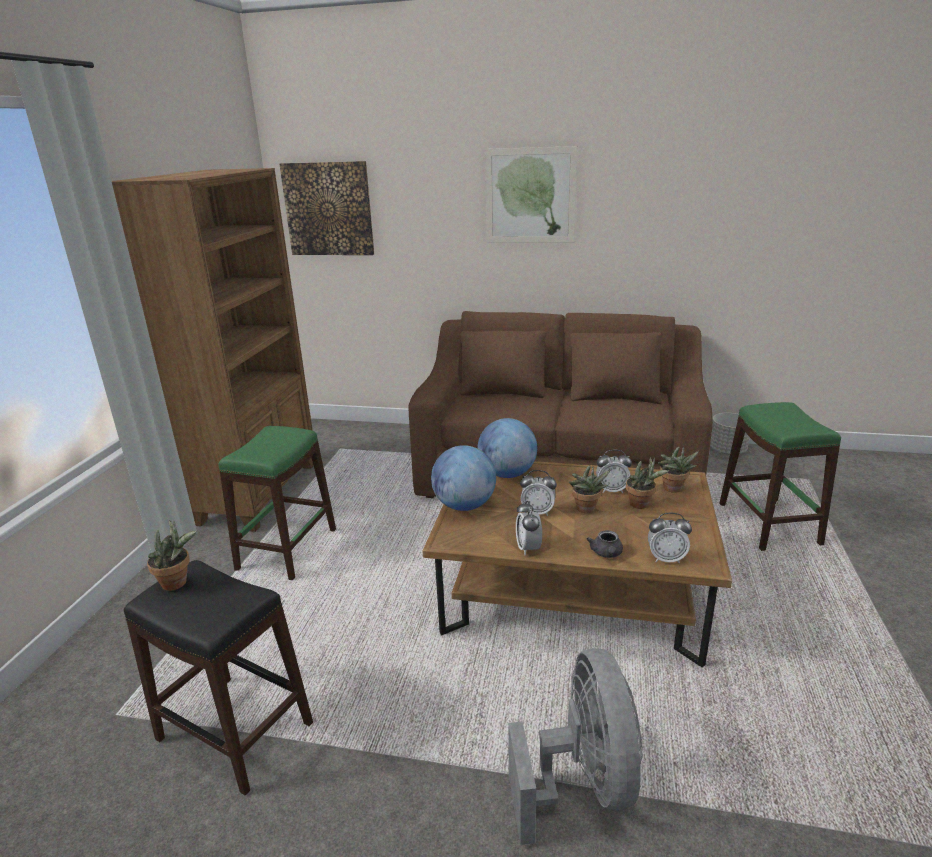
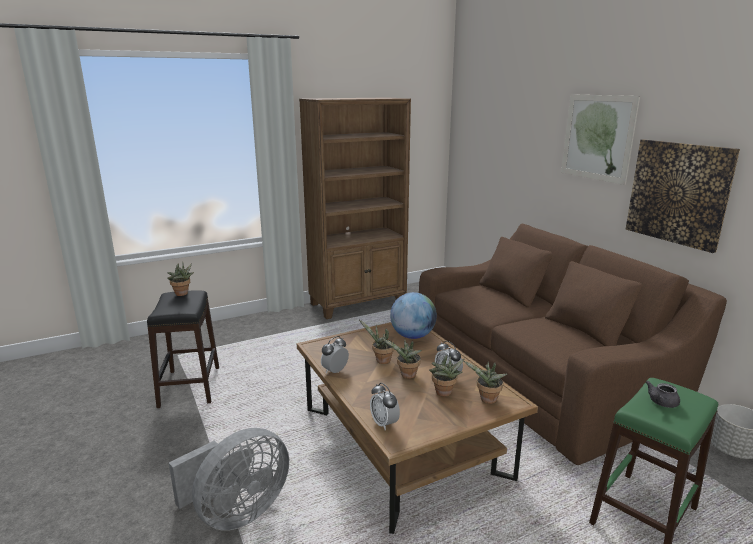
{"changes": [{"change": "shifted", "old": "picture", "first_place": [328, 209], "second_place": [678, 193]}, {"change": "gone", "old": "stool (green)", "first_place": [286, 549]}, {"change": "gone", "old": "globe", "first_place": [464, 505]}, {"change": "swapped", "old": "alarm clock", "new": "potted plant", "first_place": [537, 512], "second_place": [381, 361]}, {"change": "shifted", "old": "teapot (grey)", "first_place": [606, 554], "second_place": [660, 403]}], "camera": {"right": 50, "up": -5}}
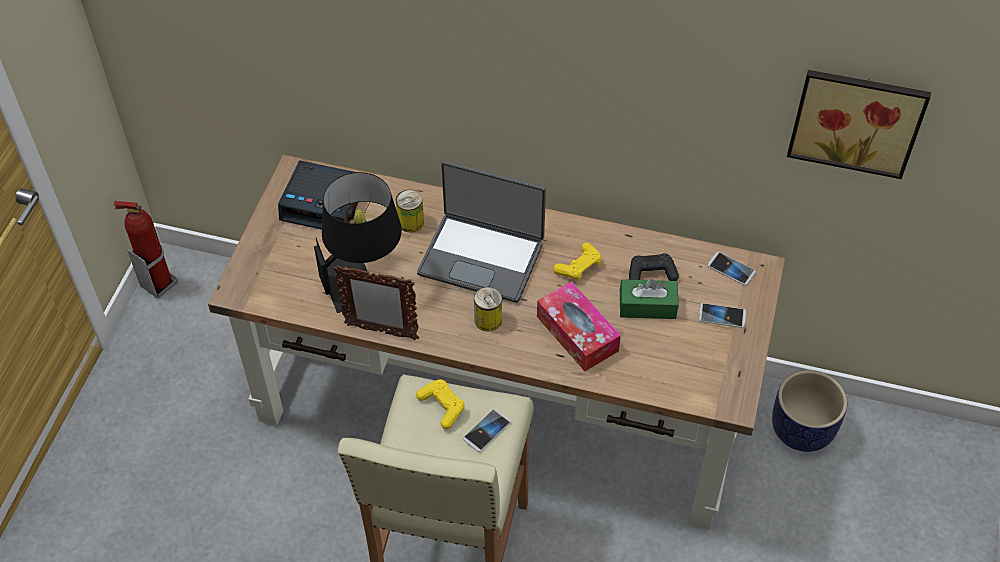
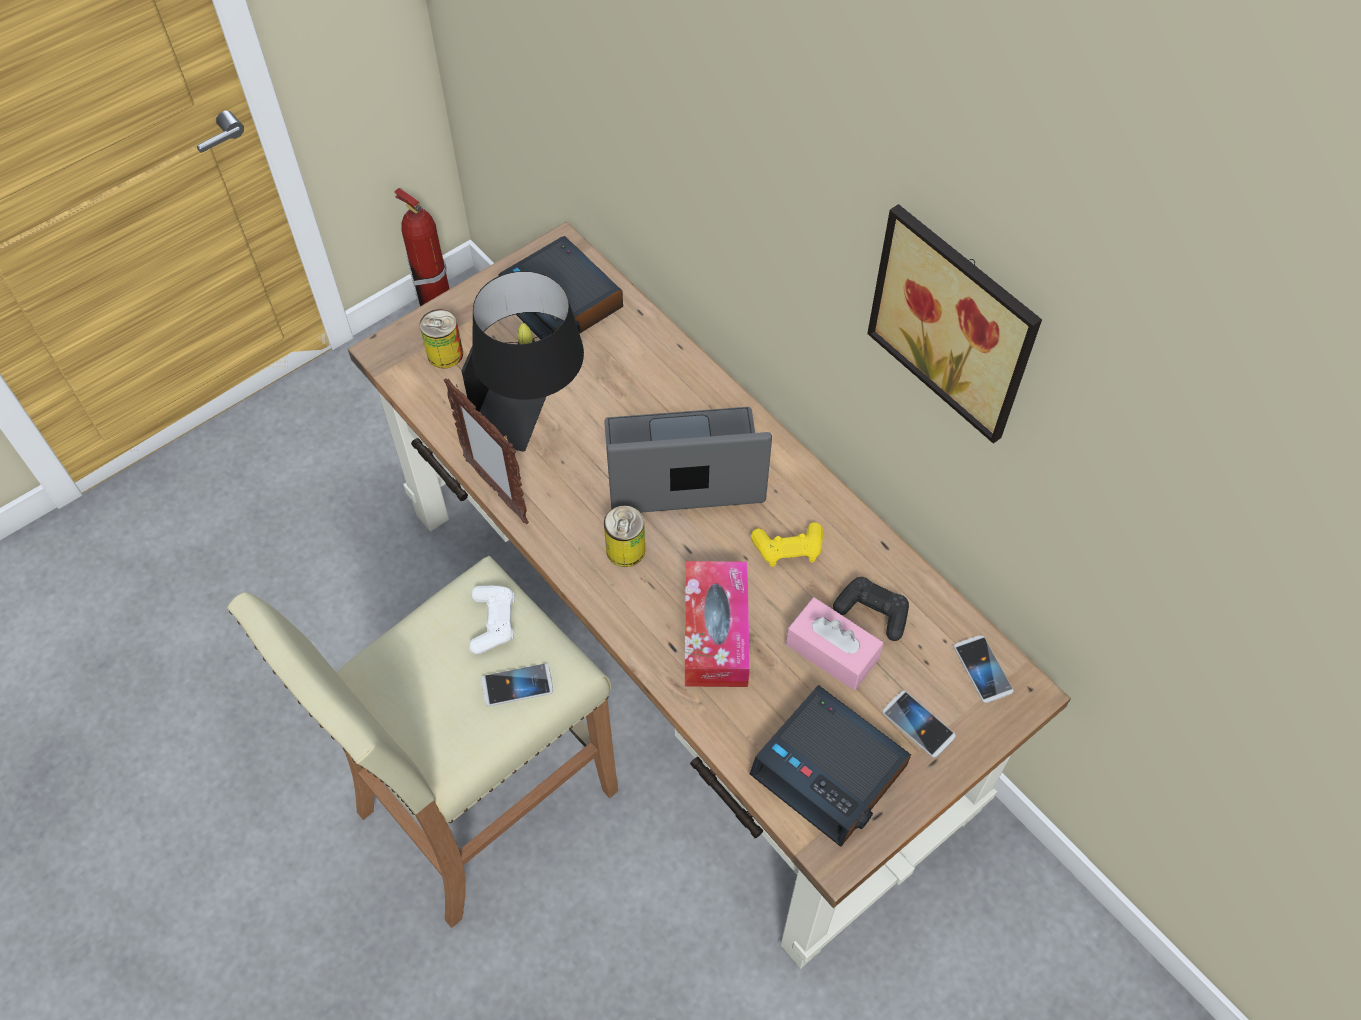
{"changes": [{"change": "shifted", "old": "picture", "first_place": [856, 119], "second_place": [957, 320]}, {"change": "rotated", "old": "laptop", "first_place": [482, 257], "second_place": [683, 468], "degrees": 120}, {"change": "shifted", "old": "can", "first_place": [411, 222], "second_place": [445, 354]}, {"change": "repainted", "old": "tissue box (green)", "new": "tissue box (pink)", "first_place": [647, 306], "second_place": [832, 651]}, {"change": "gone", "old": "planter", "first_place": [801, 429]}, {"change": "repainted", "old": "game controller (yellow)", "new": "game controller (white)", "first_place": [442, 406], "second_place": [493, 622]}, {"change": "new", "new": "alarm clock", "second_place": [830, 770]}], "camera": {"right": 35, "up": 5}}
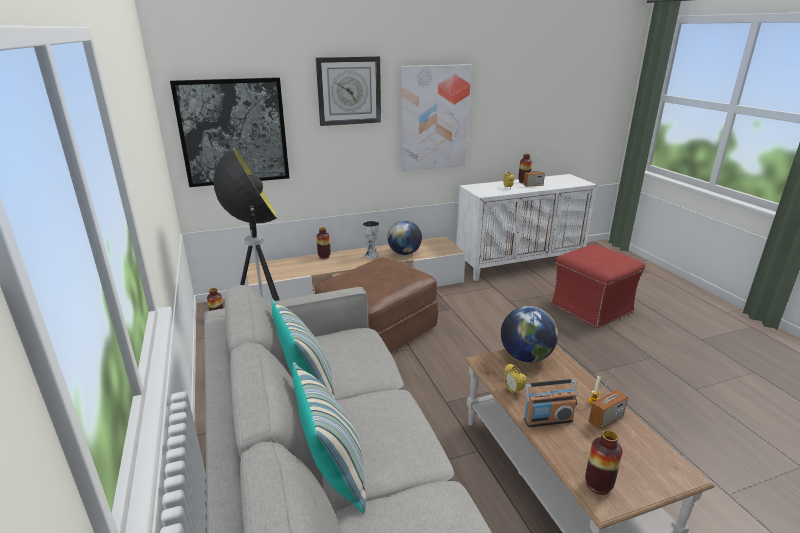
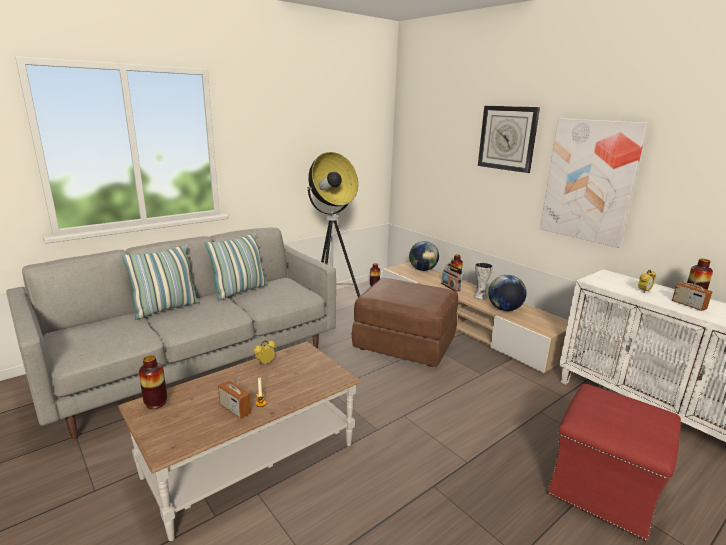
{"changes": [{"change": "gone", "old": "picture", "first_place": [233, 132]}, {"change": "shifted", "old": "globe", "first_place": [526, 357], "second_place": [423, 270]}, {"change": "shifted", "old": "radio", "first_place": [547, 420], "second_place": [451, 287]}], "camera": {"right": 70, "up": -5}}
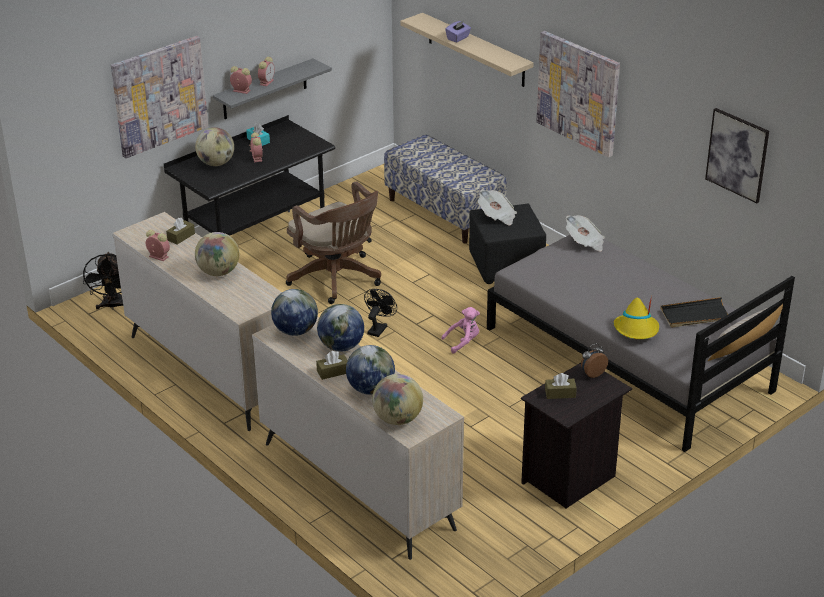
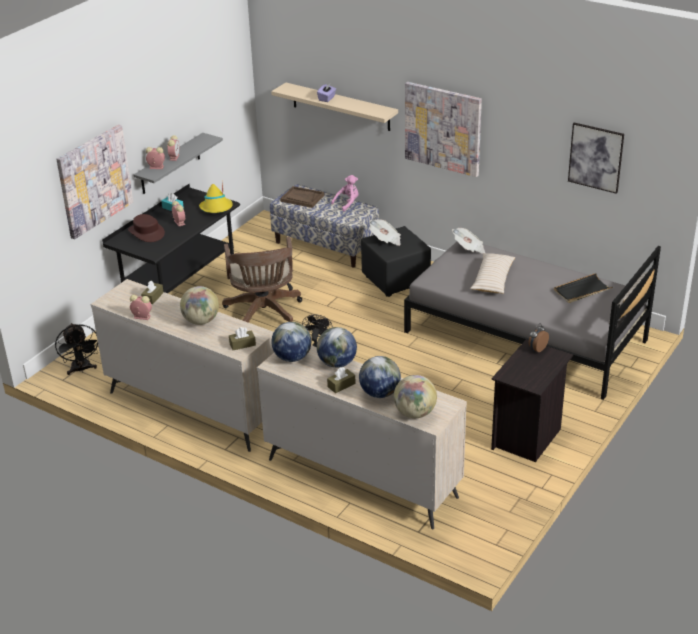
{"changes": [{"change": "swapped", "old": "globe", "new": "hat (brown)", "first_place": [216, 163], "second_place": [146, 232]}, {"change": "rotated", "old": "office chair (brown)", "first_place": [337, 279], "second_place": [264, 314], "degrees": 45}, {"change": "shifted", "old": "hat (yellow)", "first_place": [636, 330], "second_place": [216, 208]}, {"change": "shifted", "old": "plush toy (pink)", "first_place": [463, 342], "second_place": [347, 203]}, {"change": "shifted", "old": "tissue box (brown)", "first_place": [560, 393], "second_place": [242, 344]}, {"change": "new", "new": "tray (brown)", "second_place": [302, 198]}, {"change": "new", "new": "pillow (beige)", "second_place": [492, 279]}], "camera": {"right": -15, "up": 0}}
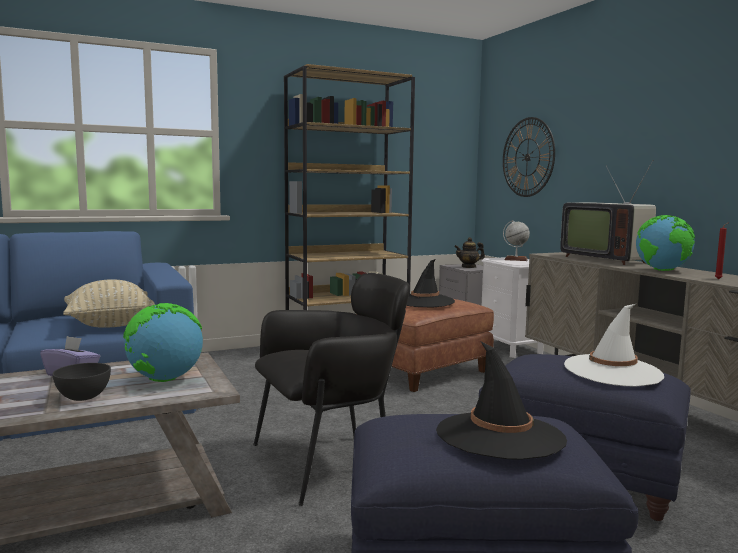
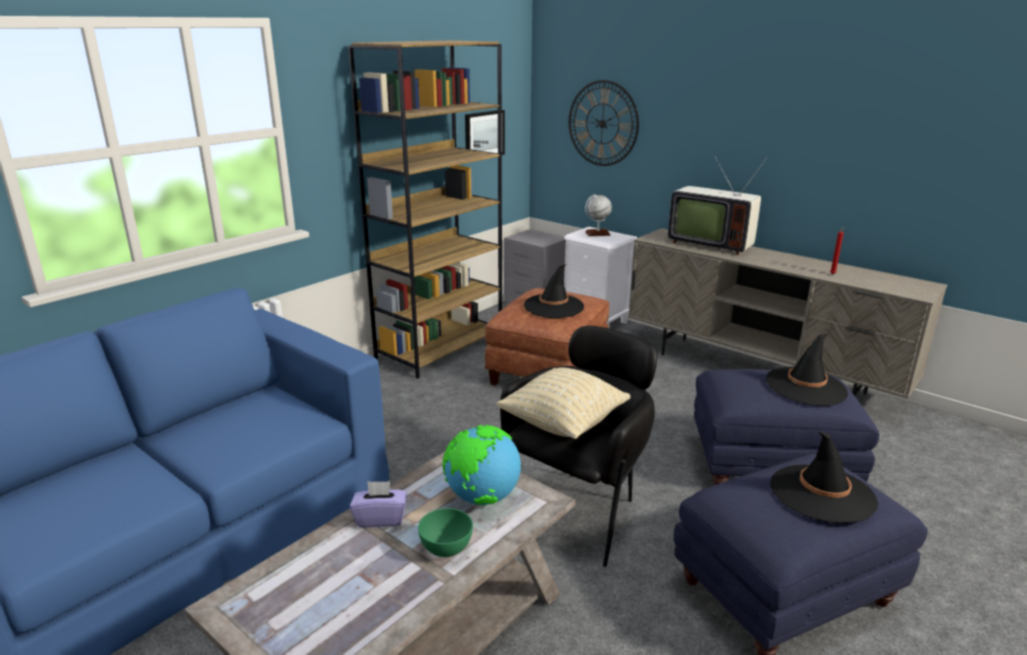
{"changes": [{"change": "gone", "old": "globe", "first_place": [663, 270]}, {"change": "gone", "old": "teapot", "first_place": [469, 267]}, {"change": "shifted", "old": "pillow (beige)", "first_place": [110, 324], "second_place": [563, 424]}, {"change": "repainted", "old": "hat (white)", "new": "hat (black)", "first_place": [612, 371], "second_place": [806, 387]}, {"change": "repainted", "old": "bowl (grey)", "new": "bowl (green)", "first_place": [84, 397], "second_place": [446, 548]}, {"change": "new", "new": "picture", "second_place": [484, 135]}], "camera": {"right": -25, "up": 15}}
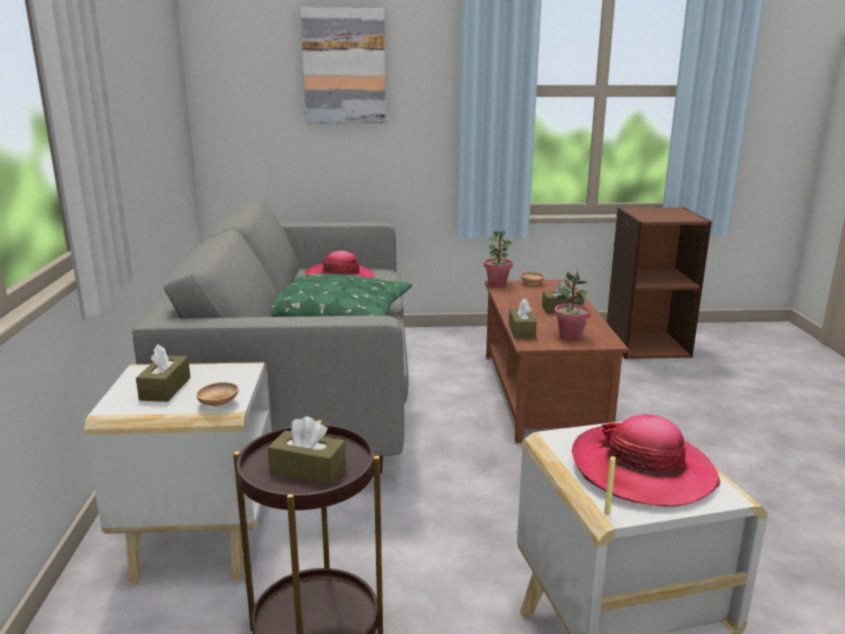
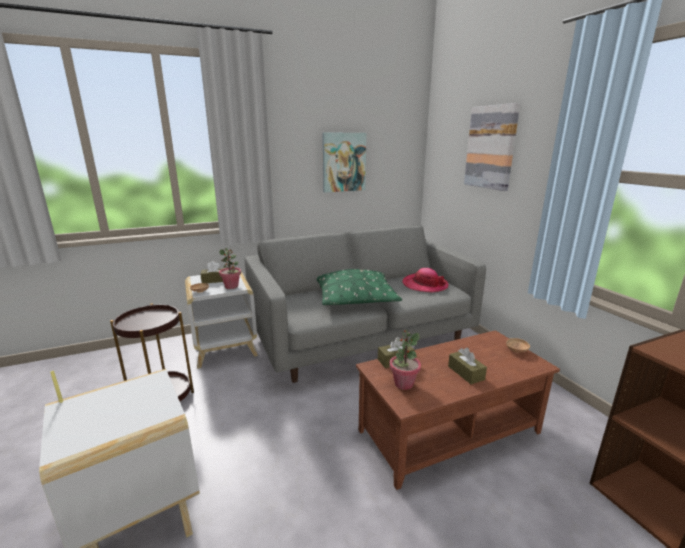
{"changes": [{"change": "shifted", "old": "potted plant", "first_place": [497, 284], "second_place": [231, 286]}, {"change": "gone", "old": "hat", "first_place": [642, 469]}, {"change": "gone", "old": "tissue box (brown)", "first_place": [308, 469]}, {"change": "new", "new": "picture", "second_place": [343, 162]}], "camera": {"right": 70, "up": 0}}
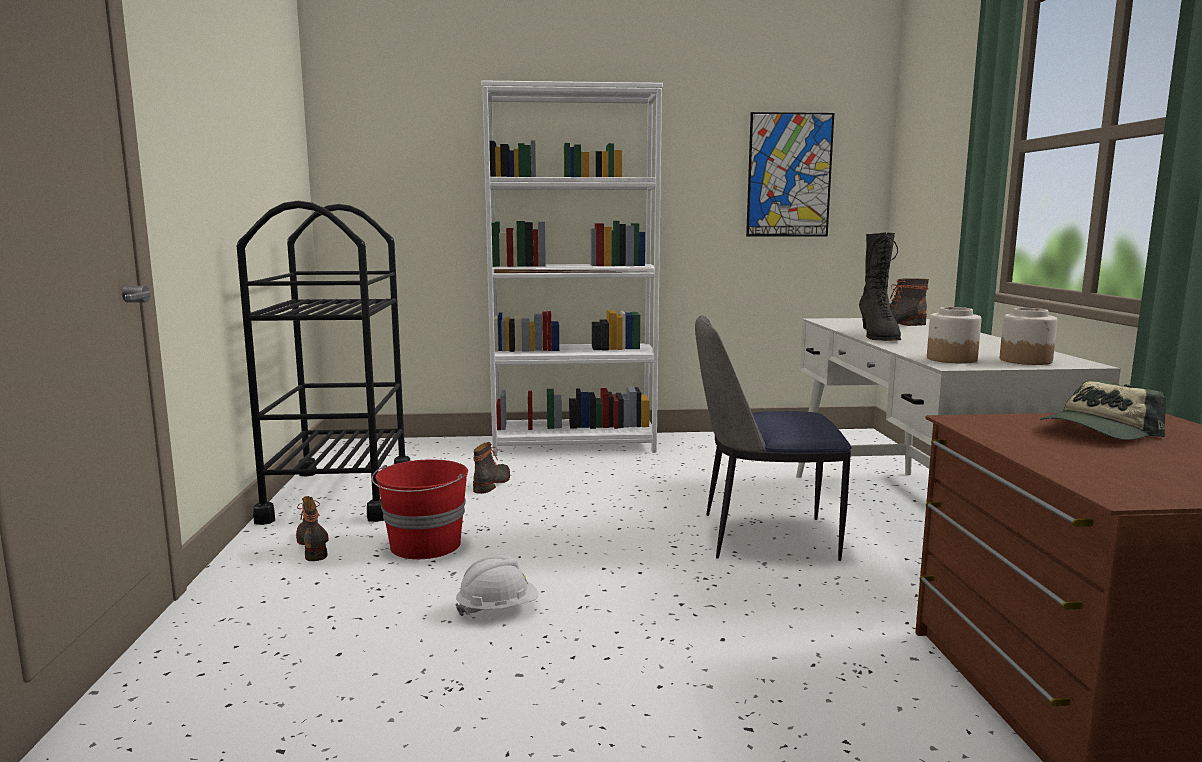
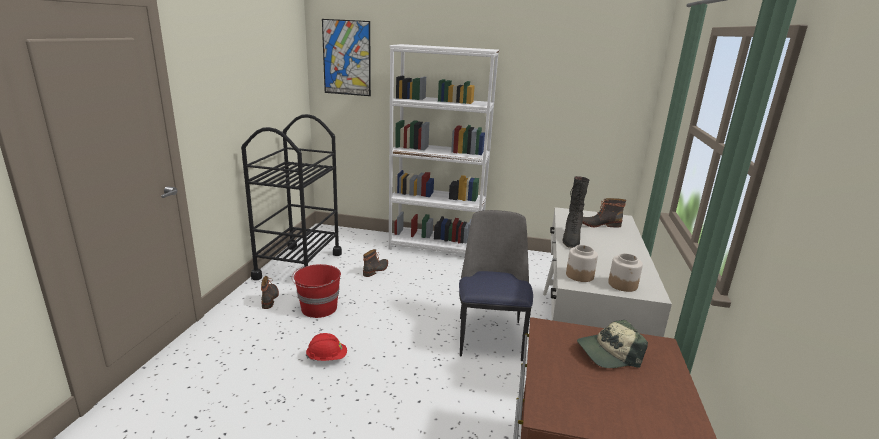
{"changes": [{"change": "shifted", "old": "picture", "first_place": [789, 175], "second_place": [346, 58]}, {"change": "rotated", "old": "chair", "first_place": [763, 537], "second_place": [490, 336], "degrees": 75}, {"change": "repainted", "old": "hard hat (white)", "new": "hard hat (red)", "first_place": [498, 609], "second_place": [327, 358]}], "camera": {"right": 15, "up": 10}}
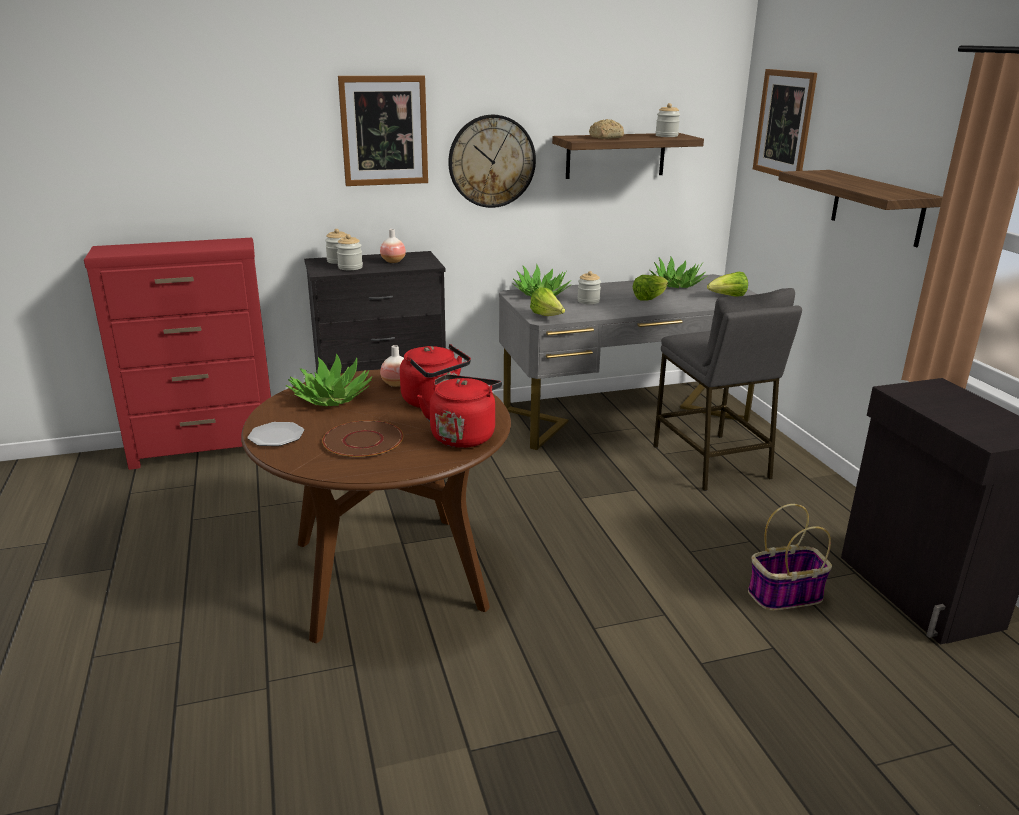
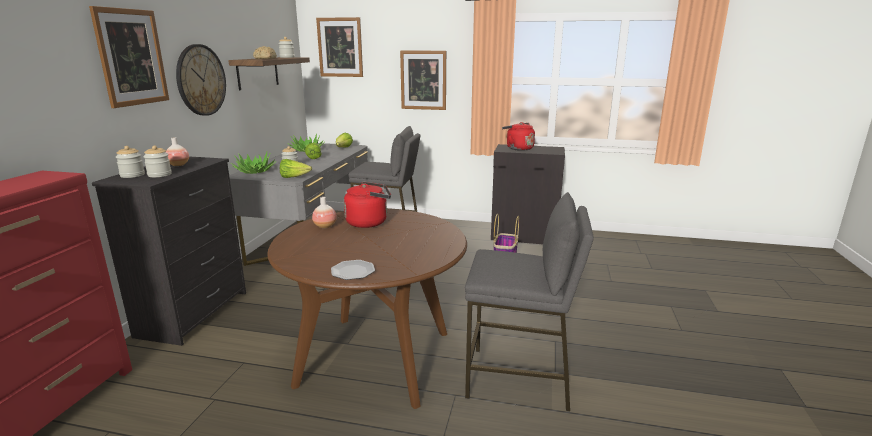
{"changes": [{"change": "swapped", "old": "shelf", "new": "picture", "first_place": [877, 207], "second_place": [423, 80]}, {"change": "gone", "old": "potted plant", "first_place": [331, 398]}, {"change": "shifted", "old": "kettle (red)", "first_place": [463, 435], "second_place": [518, 148]}, {"change": "gone", "old": "plate (brown)", "first_place": [362, 441]}, {"change": "new", "new": "stool (grey)", "second_place": [519, 379]}], "camera": {"right": -60, "up": -5}}
